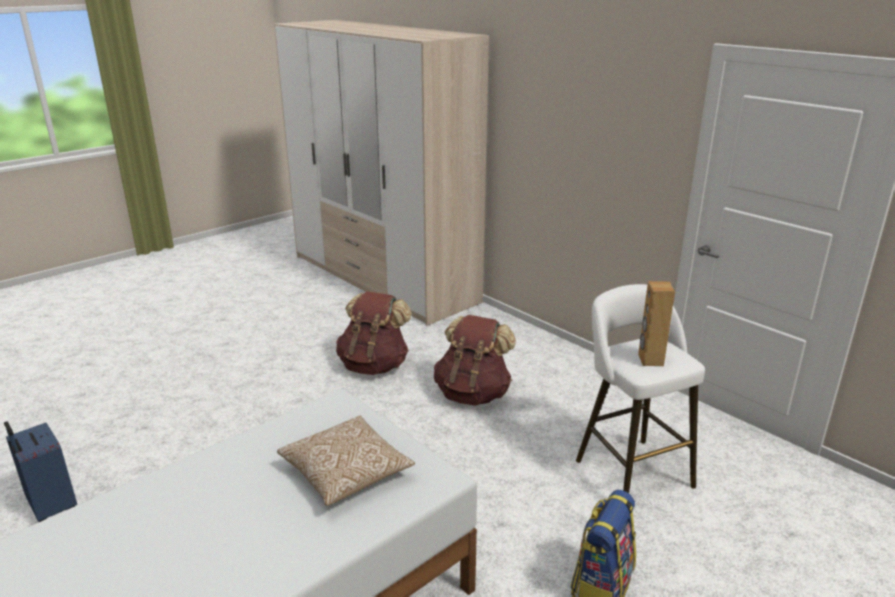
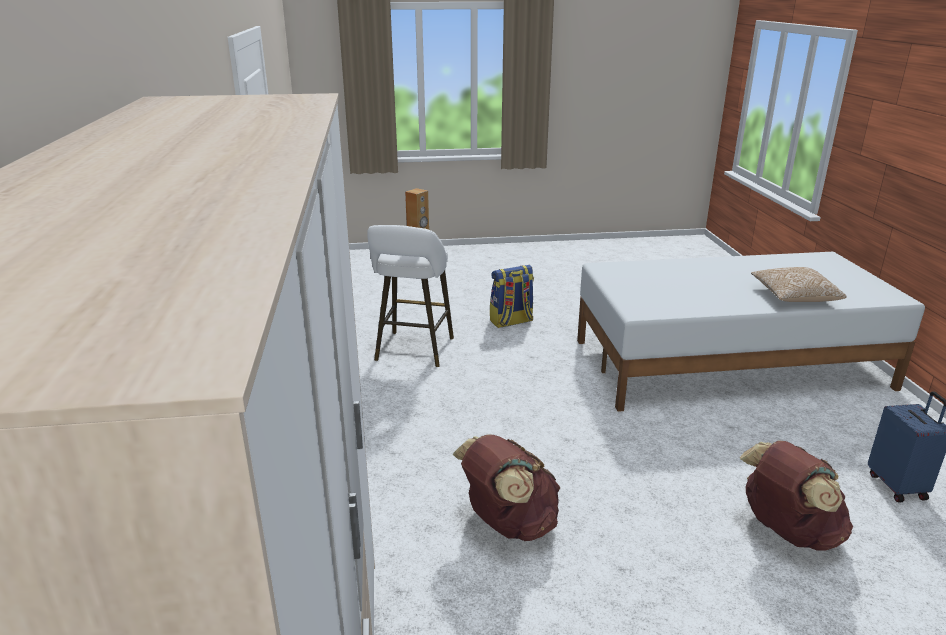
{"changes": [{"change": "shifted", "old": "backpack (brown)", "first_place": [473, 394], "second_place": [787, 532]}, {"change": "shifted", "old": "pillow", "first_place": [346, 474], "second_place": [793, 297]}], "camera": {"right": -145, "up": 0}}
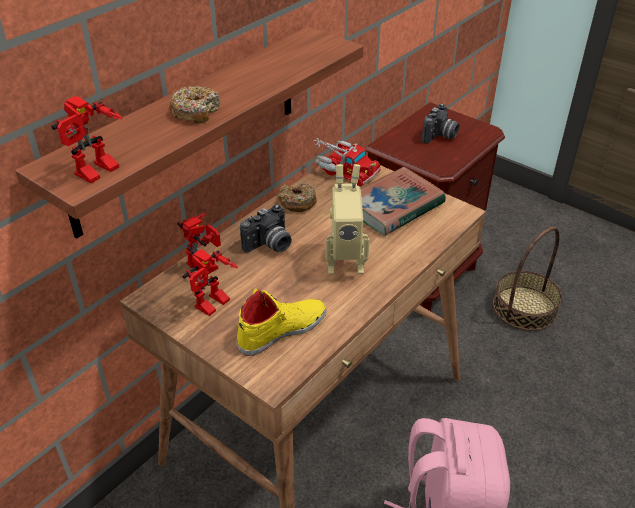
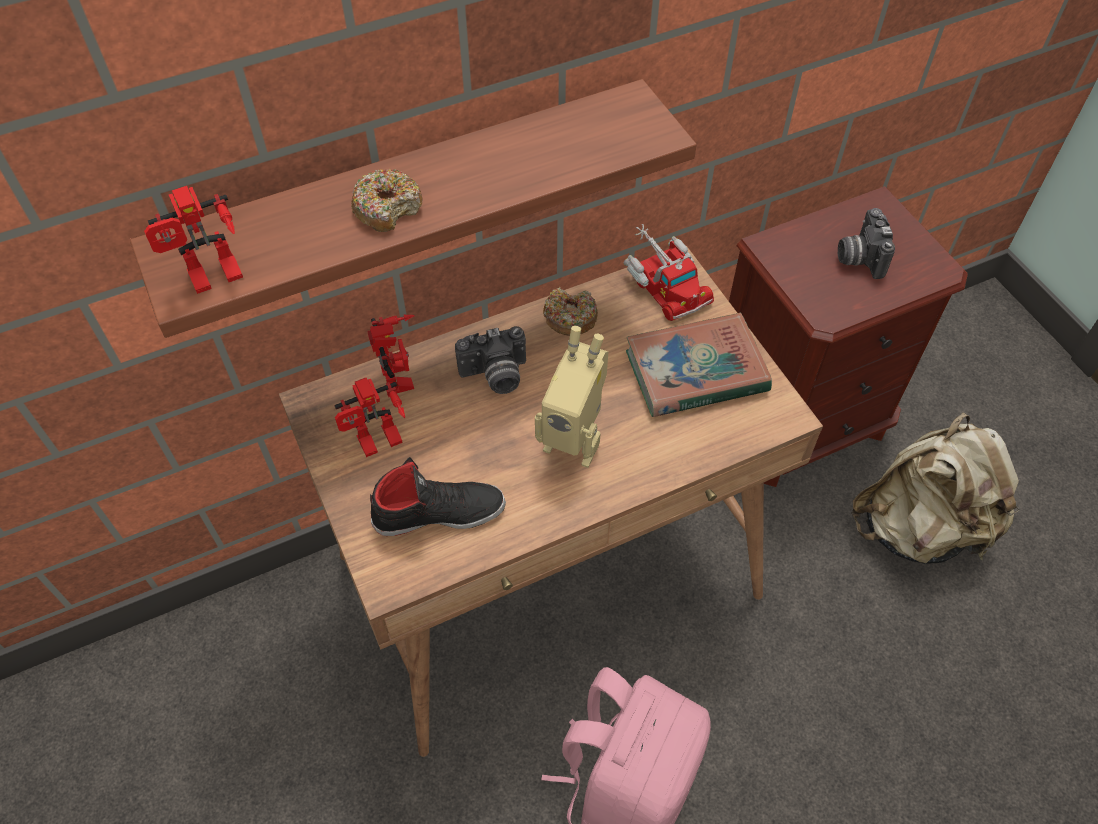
{"changes": [{"change": "rotated", "old": "photo camera", "first_place": [440, 136], "second_place": [859, 257], "degrees": 120}, {"change": "swapped", "old": "basket", "new": "backpack (beige)", "first_place": [524, 308], "second_place": [919, 527]}, {"change": "repainted", "old": "shoe (yellow)", "new": "shoe (black)", "first_place": [281, 330], "second_place": [438, 512]}], "camera": {"right": 25, "up": 15}}
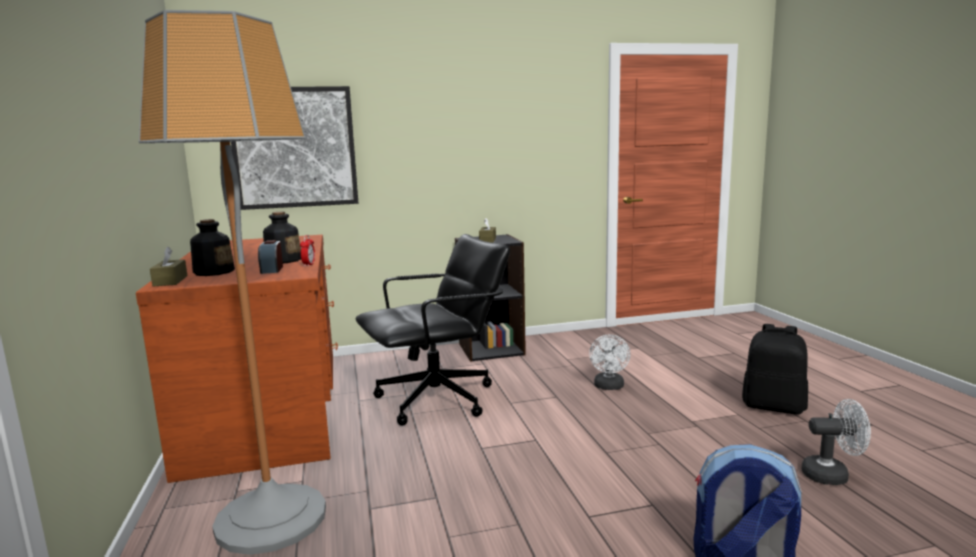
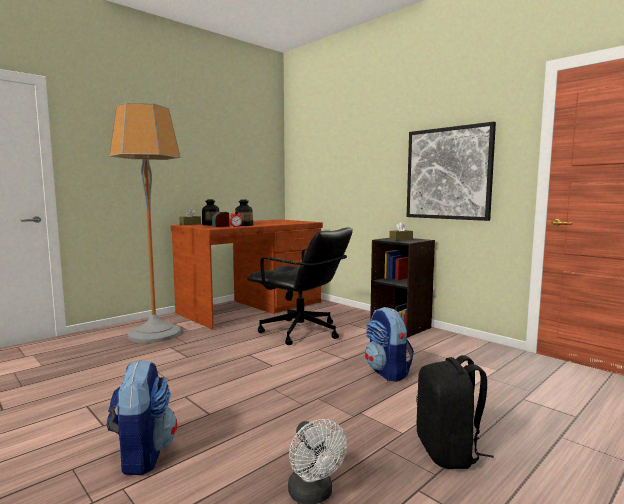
{"changes": [{"change": "shifted", "old": "picture", "first_place": [294, 148], "second_place": [448, 173]}, {"change": "swapped", "old": "fan (white)", "new": "backpack", "first_place": [609, 387], "second_place": [387, 372]}], "camera": {"right": 60, "up": -5}}
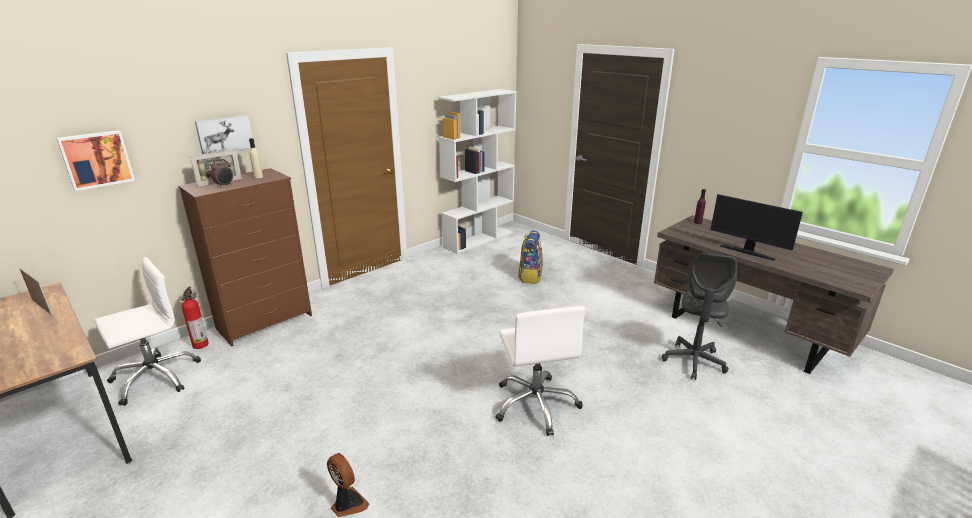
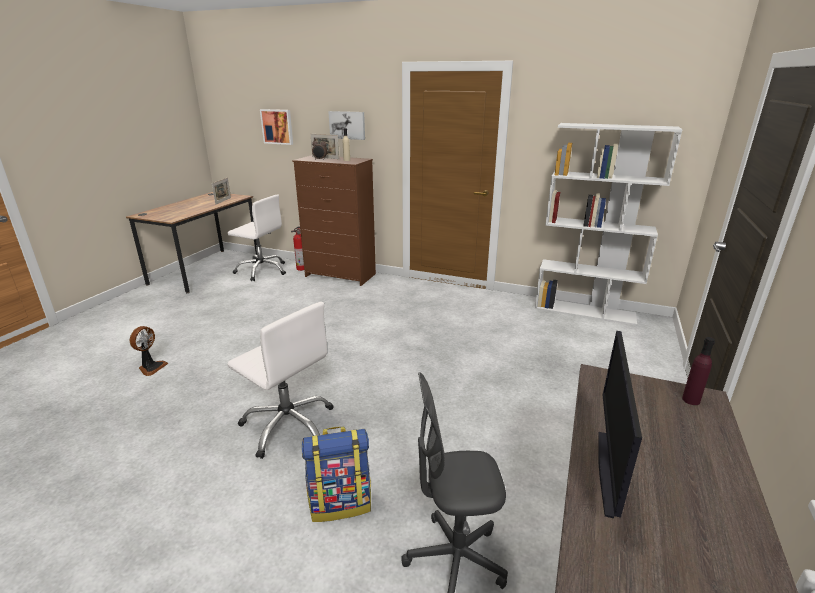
{"changes": [{"change": "shifted", "old": "backpack", "first_place": [530, 276], "second_place": [340, 502]}, {"change": "rotated", "old": "office chair (white)", "first_place": [536, 404], "second_place": [288, 425], "degrees": -105}], "camera": {"right": 65, "up": 0}}
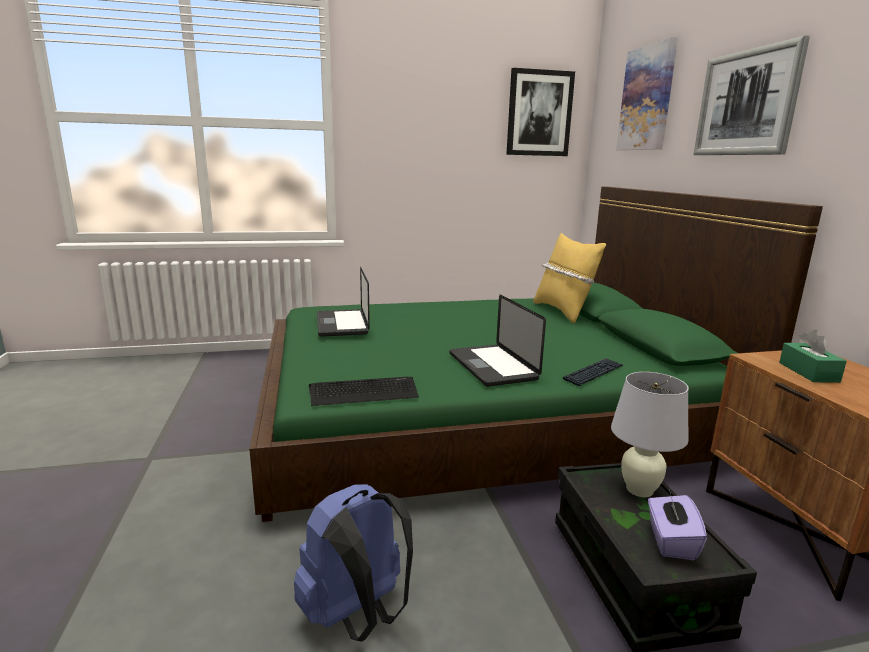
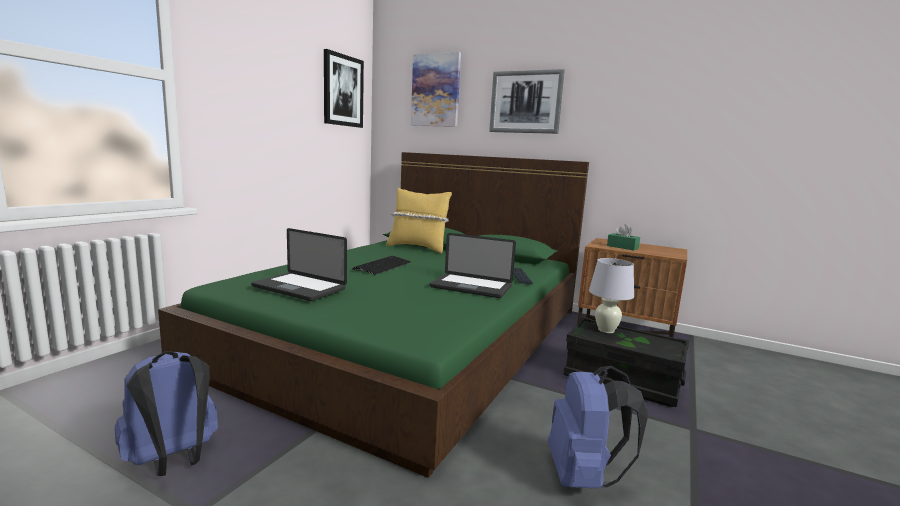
{"changes": [{"change": "shifted", "old": "keyboard", "first_place": [364, 392], "second_place": [383, 266]}, {"change": "gone", "old": "tissue box (purple)", "first_place": [670, 541]}, {"change": "new", "new": "backpack (blue)", "second_place": [173, 461]}], "camera": {"right": -50, "up": -5}}
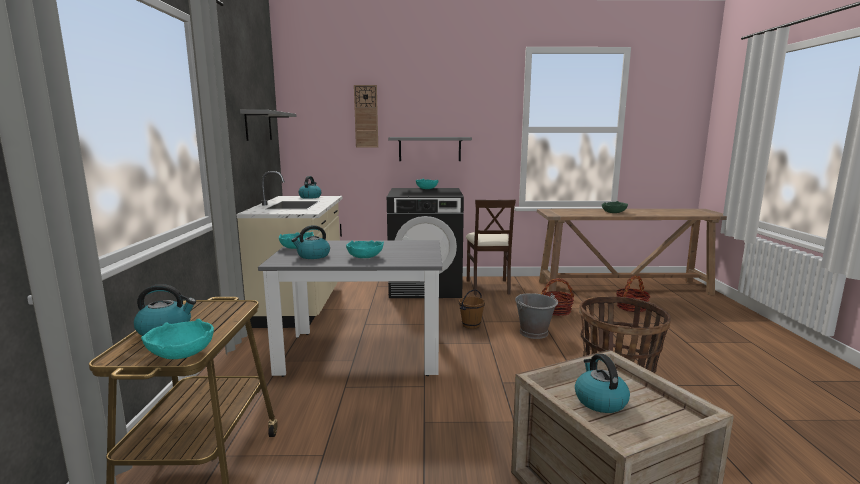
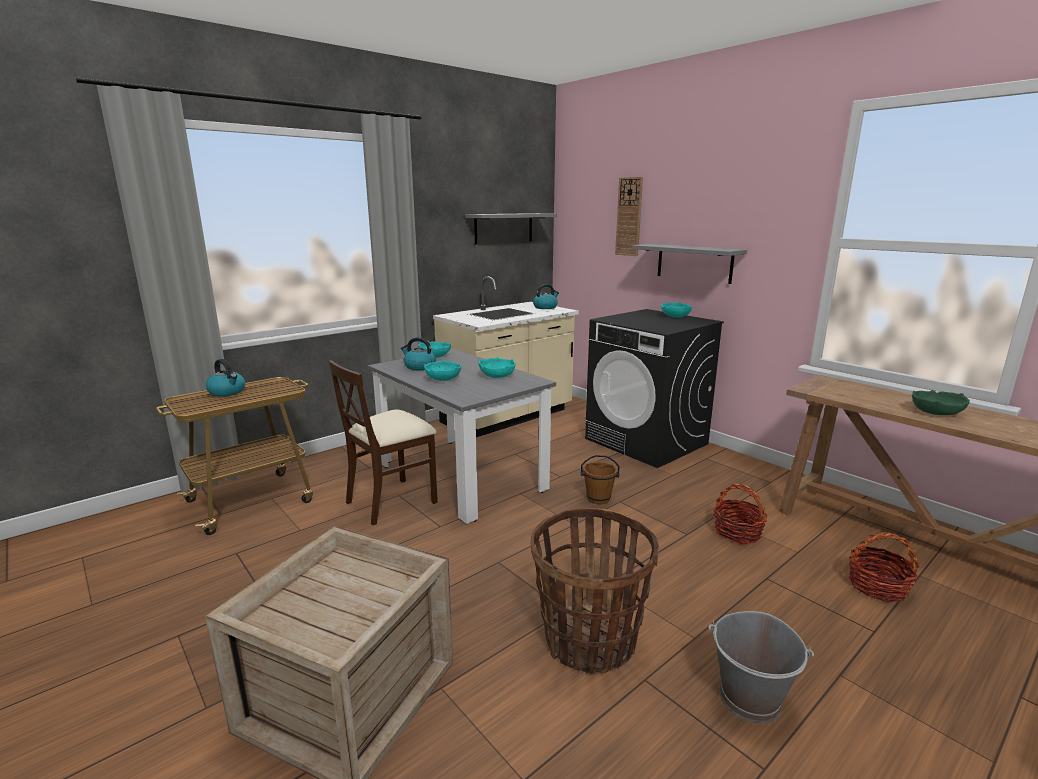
{"changes": [{"change": "shifted", "old": "chair (beige)", "first_place": [488, 287], "second_place": [392, 501]}, {"change": "shifted", "old": "bucket (grey)", "first_place": [534, 332], "second_place": [750, 699]}, {"change": "shifted", "old": "bowl (turquoise)", "first_place": [182, 353], "second_place": [497, 376]}, {"change": "gone", "old": "kettle", "first_place": [599, 401]}], "camera": {"right": 50, "up": 5}}
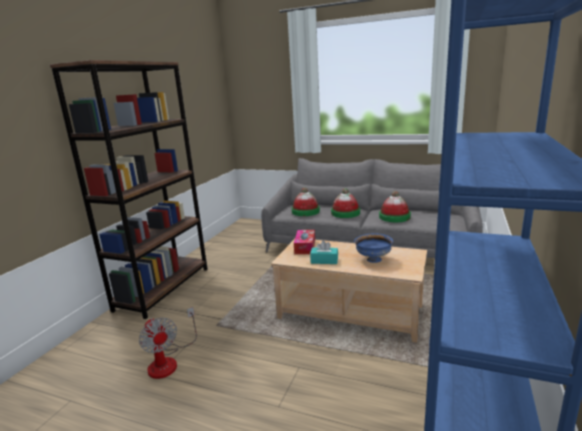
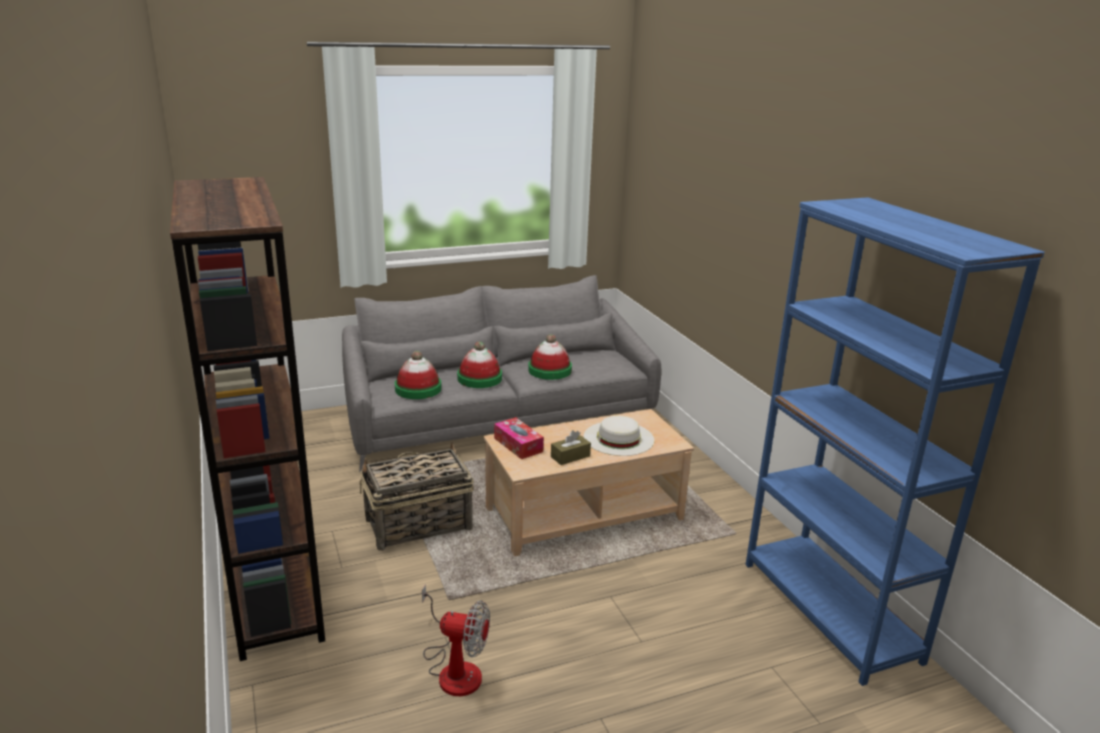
{"changes": [{"change": "swapped", "old": "bowl (blue)", "new": "hat (white)", "first_place": [373, 260], "second_place": [618, 438]}, {"change": "repainted", "old": "tissue box (turquoise)", "new": "tissue box (brown)", "first_place": [324, 261], "second_place": [570, 456]}, {"change": "new", "new": "basket", "second_place": [417, 524]}], "camera": {"right": -45, "up": 5}}
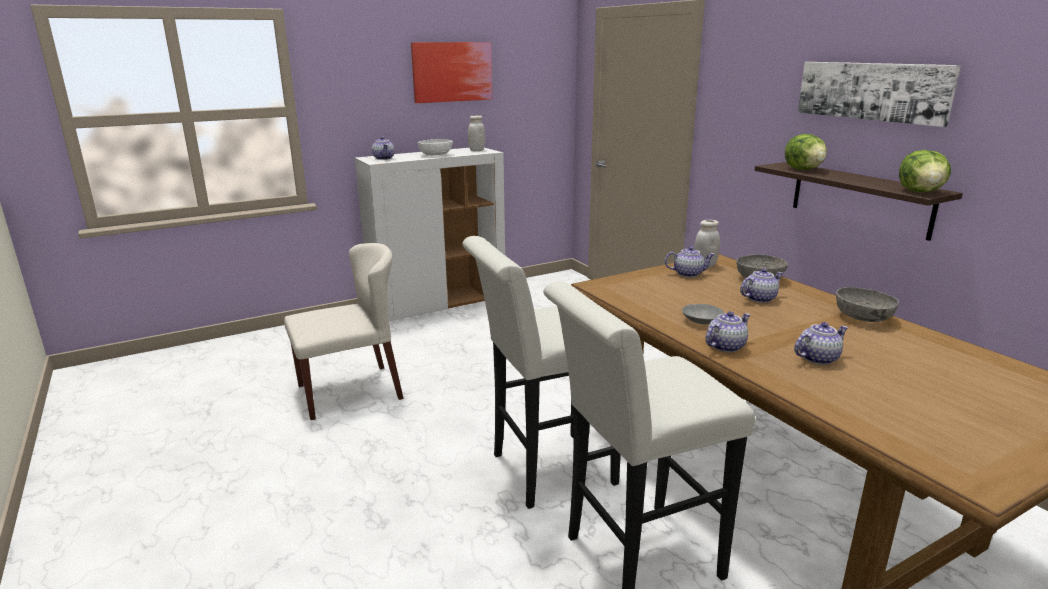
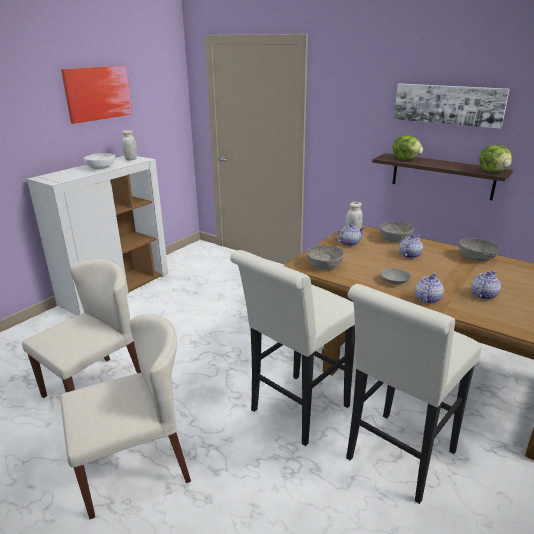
{"changes": [{"change": "gone", "old": "teapot", "first_place": [384, 158]}, {"change": "new", "new": "bowl (grey)", "second_place": [324, 265]}, {"change": "new", "new": "chair (beige)", "second_place": [134, 467]}], "camera": {"right": -25, "up": 5}}
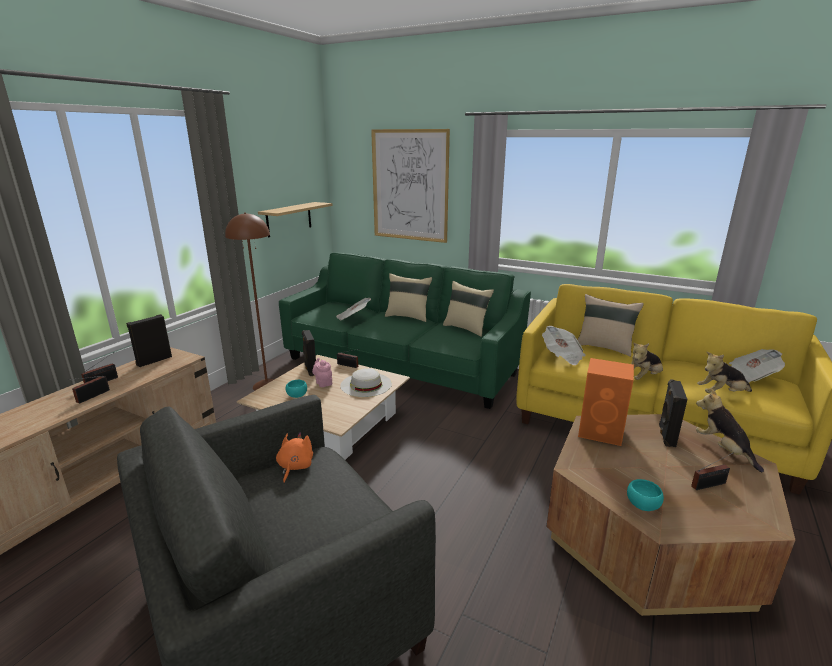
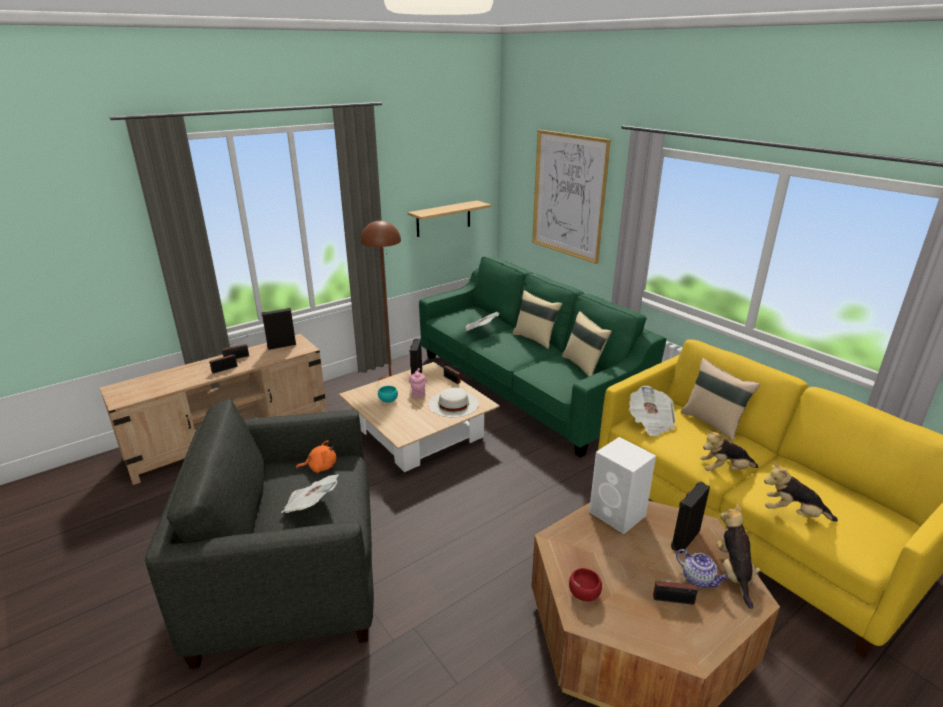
{"changes": [{"change": "shifted", "old": "newspaper", "first_place": [748, 377], "second_place": [311, 506]}, {"change": "repainted", "old": "speaker (orange)", "new": "speaker (white)", "first_place": [601, 432], "second_place": [618, 514]}, {"change": "rotated", "old": "plush toy (orange)", "first_place": [295, 467], "second_place": [320, 467], "degrees": 45}, {"change": "repainted", "old": "bowl (turquoise)", "new": "bowl (red)", "first_place": [642, 506], "second_place": [583, 594]}, {"change": "new", "new": "teapot", "second_place": [698, 579]}], "camera": {"right": 25, "up": 5}}
